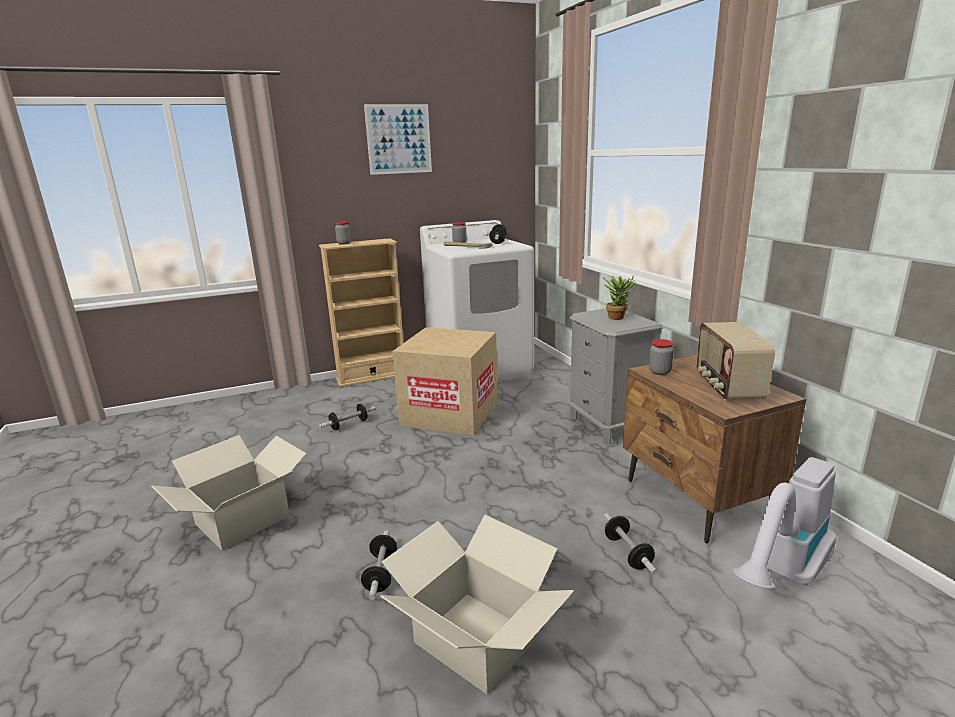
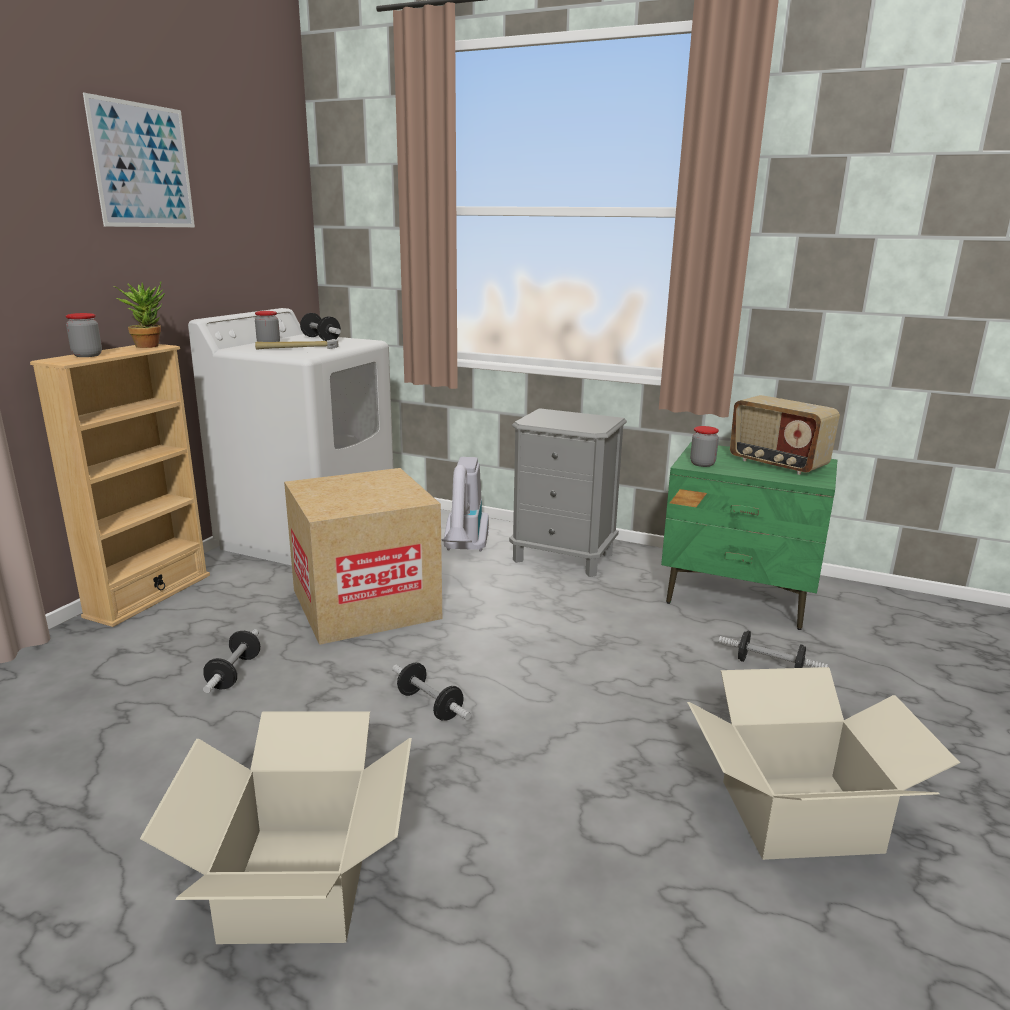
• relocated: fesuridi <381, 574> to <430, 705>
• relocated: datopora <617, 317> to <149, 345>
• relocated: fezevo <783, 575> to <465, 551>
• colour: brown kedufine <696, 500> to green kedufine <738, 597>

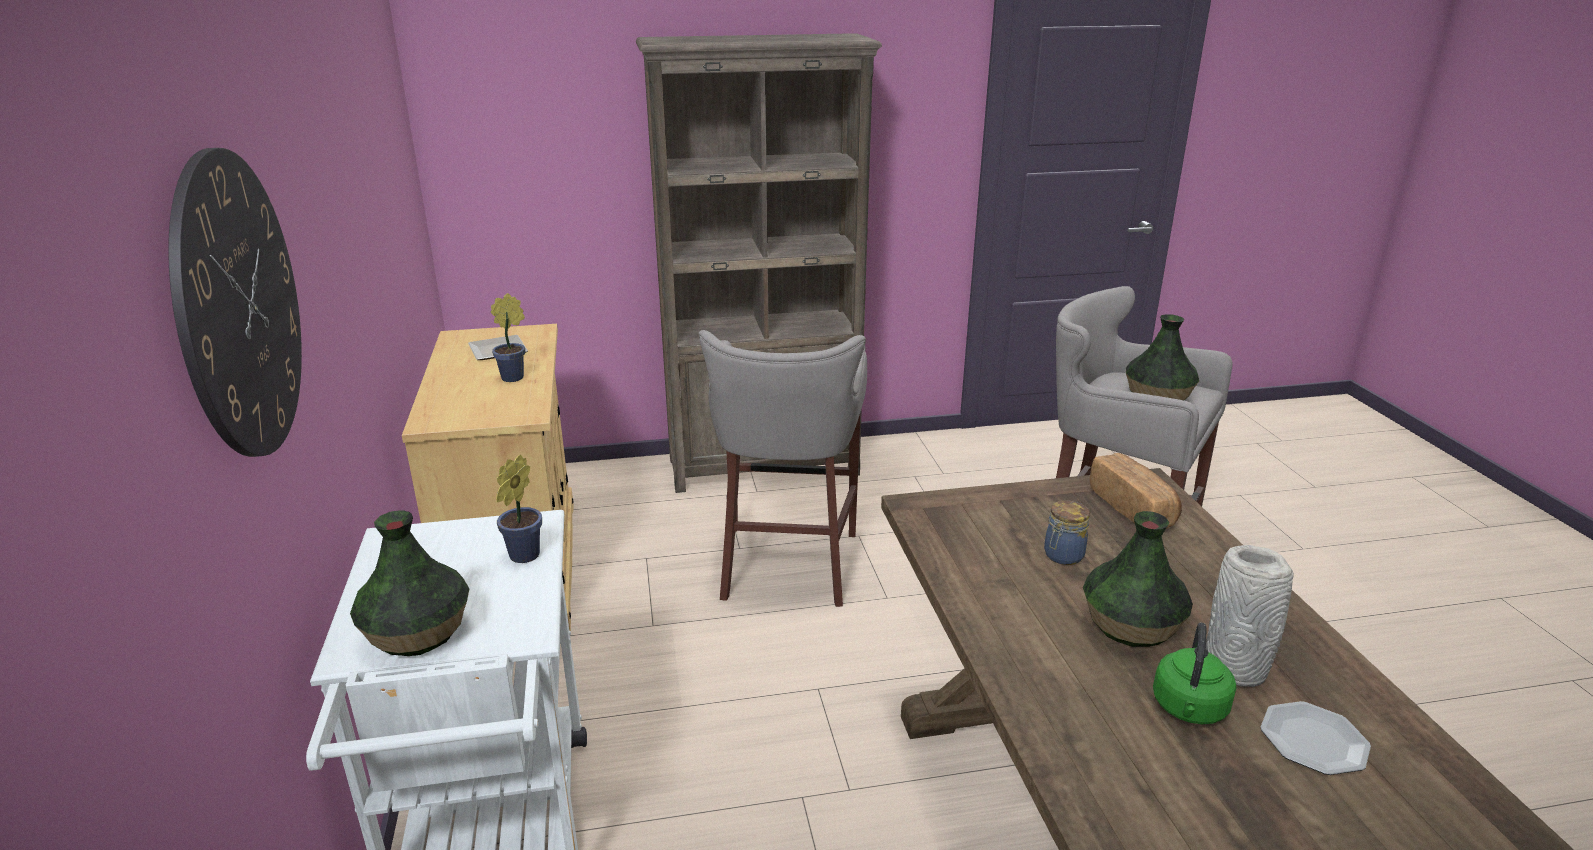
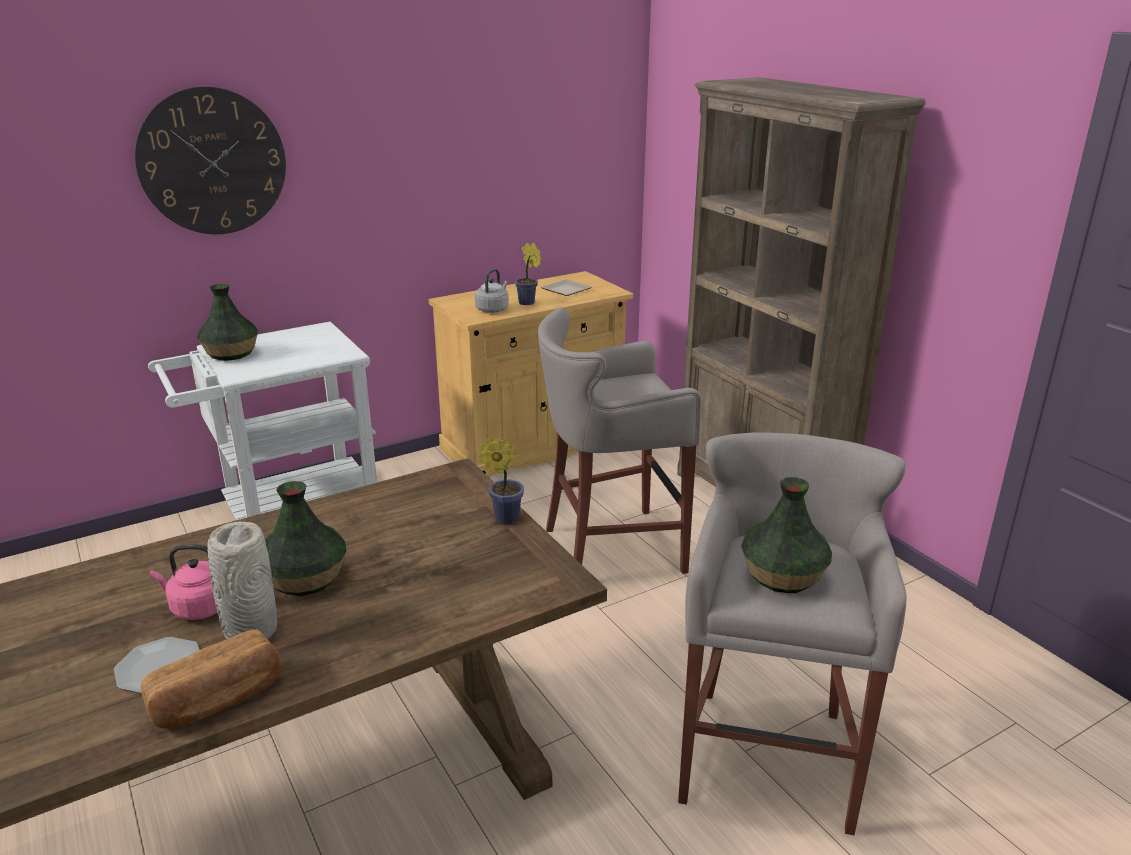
• missing: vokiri <1062, 556>
• appeared: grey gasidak <493, 309>
• relocated: datopora <521, 557> to <503, 518>
• relocated: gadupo <1133, 508> to <218, 700>
• colour: green gasidak <1189, 709> to pink gasidak <198, 607>

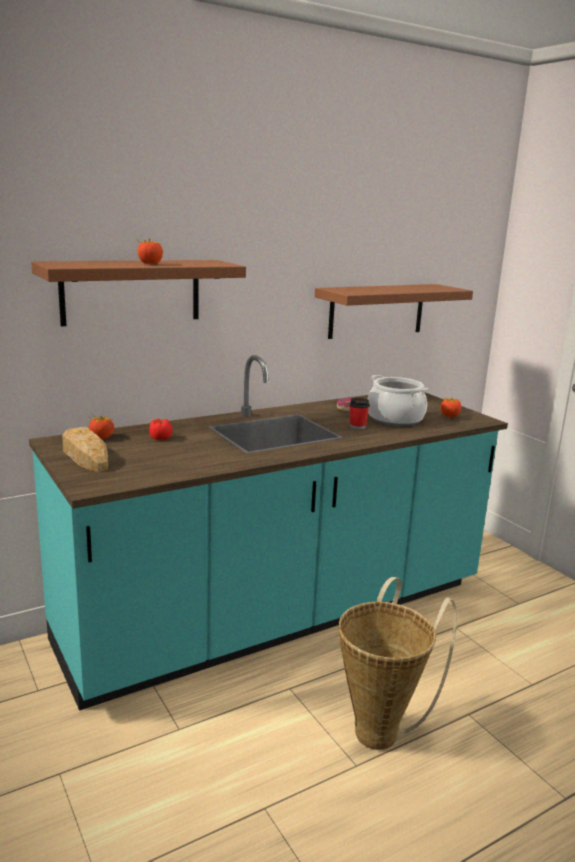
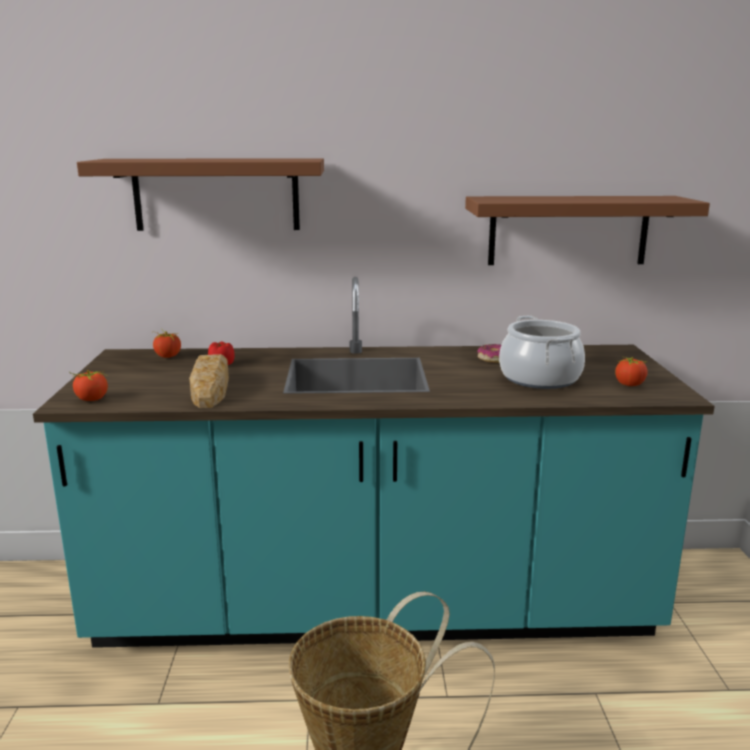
• missing: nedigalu <357, 427>
• relocated: gadupo <85, 456> to <210, 389>
• relocated: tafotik <150, 263> to <91, 399>

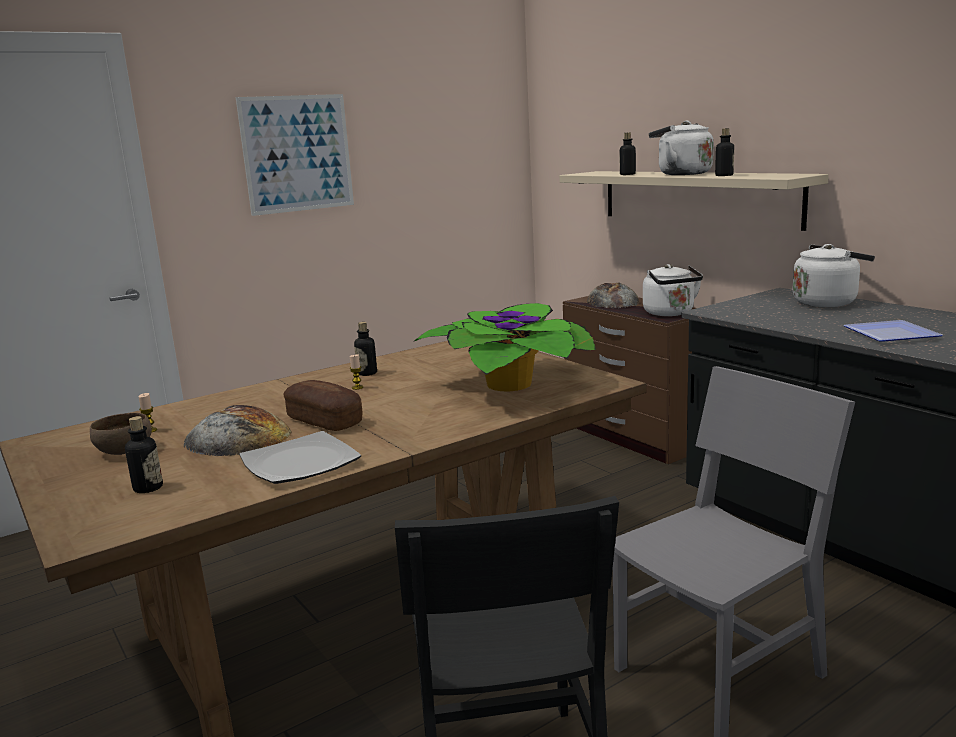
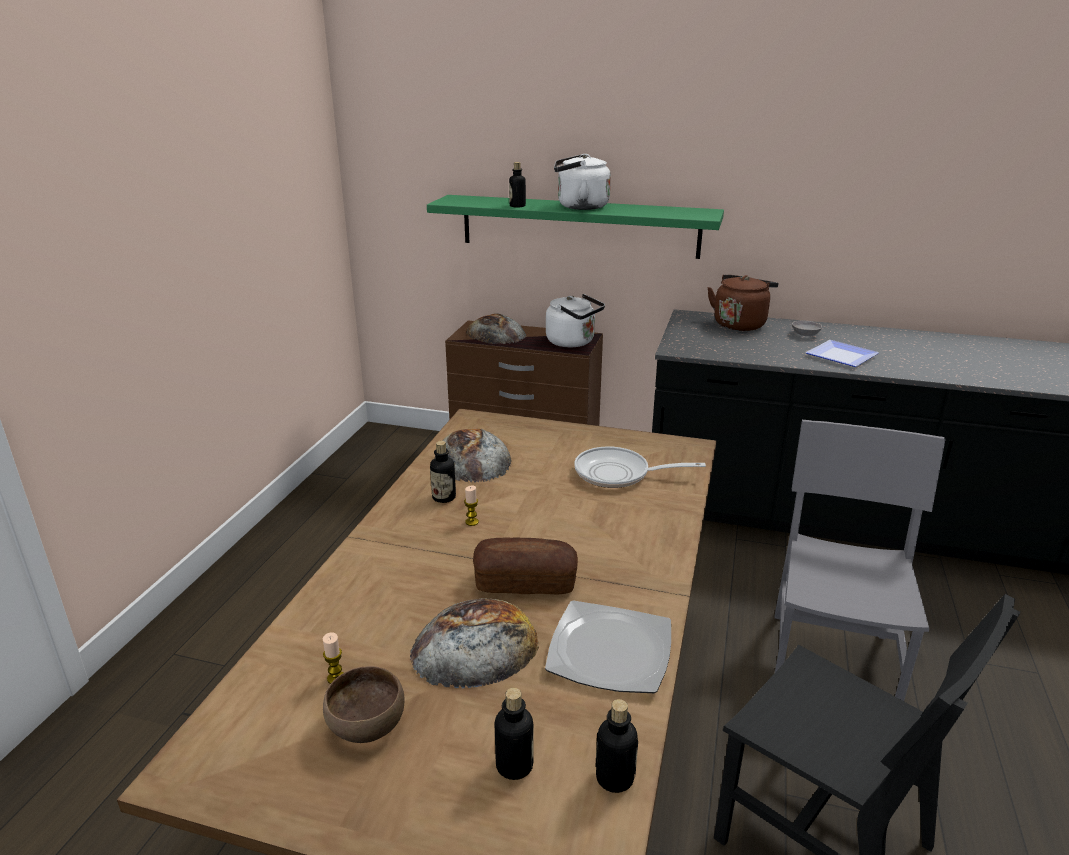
• missing: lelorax <297, 153>
• appeared: gadupo <472, 459>
• appeared: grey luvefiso <805, 335>
• relocated: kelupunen <724, 175> to <614, 778>
• exchanged: datopora <512, 385> to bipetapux <618, 474>
• colour: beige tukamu <696, 197> to green tukamu <579, 226>
• colour: white gasidak <827, 302> to brown gasidak <740, 324>

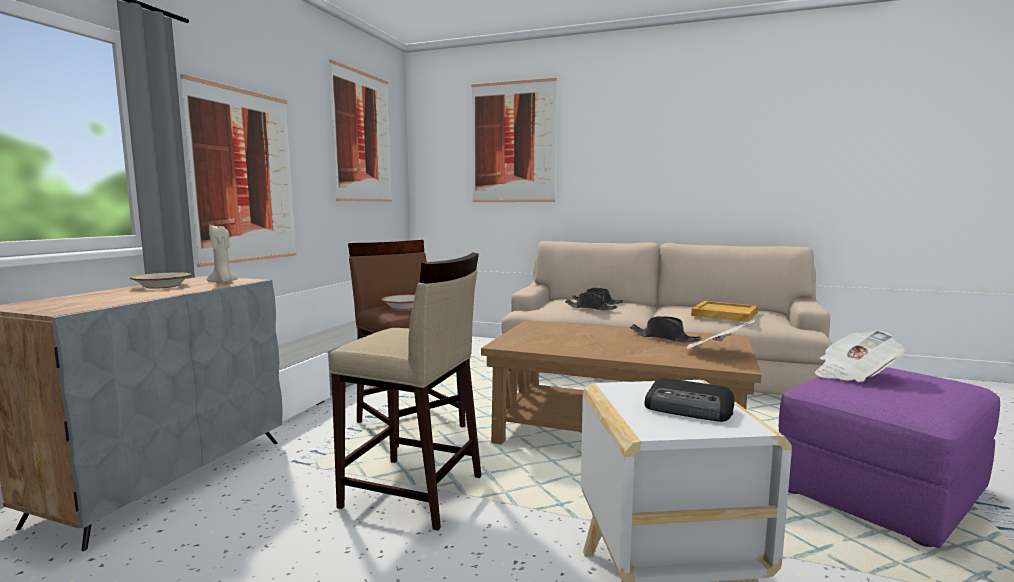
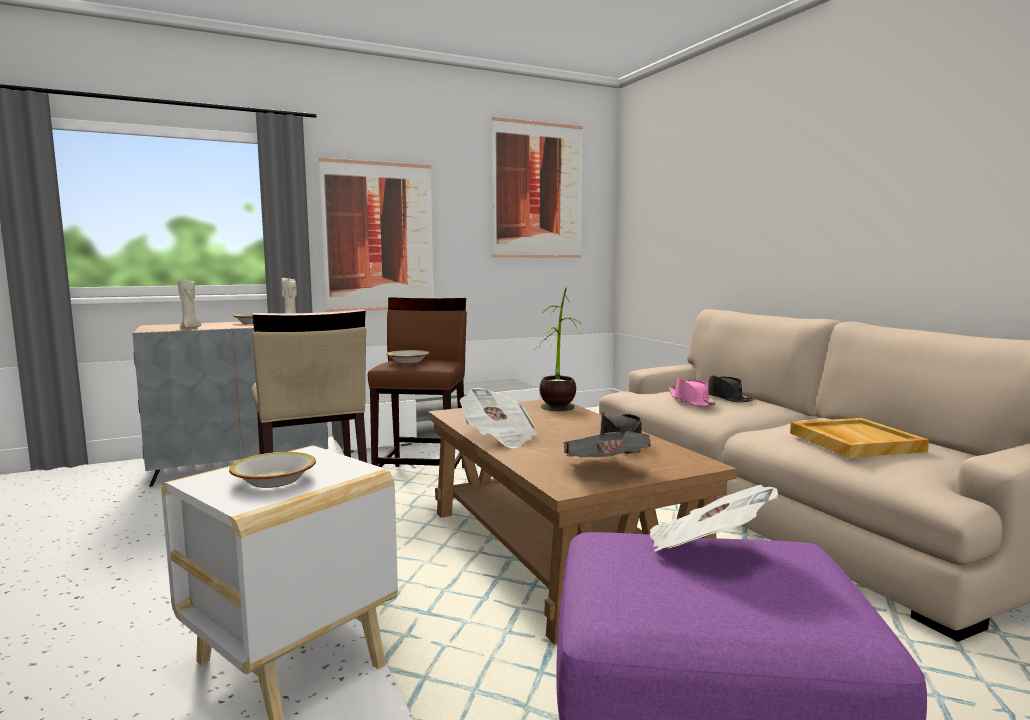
• missing: lelorax <513, 142>
• appeared: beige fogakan <190, 328>
• appeared: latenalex <499, 438>
• appeared: datopora <558, 412>
• exchanged: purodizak <689, 408> to luvefiso <274, 480>
• colour: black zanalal <591, 308> to pink zanalal <691, 401>

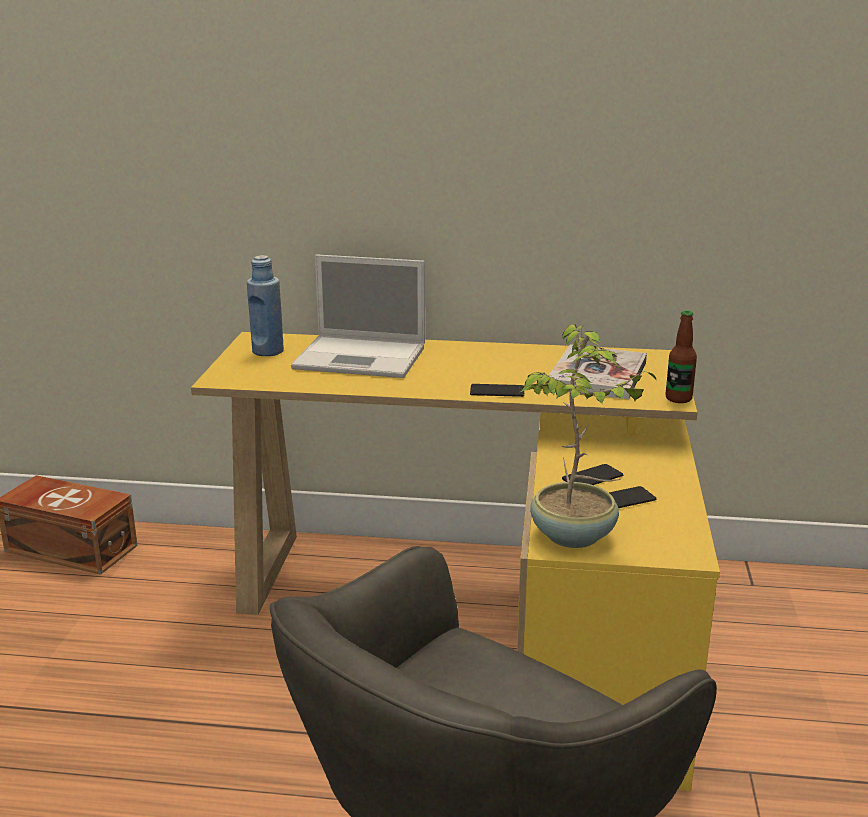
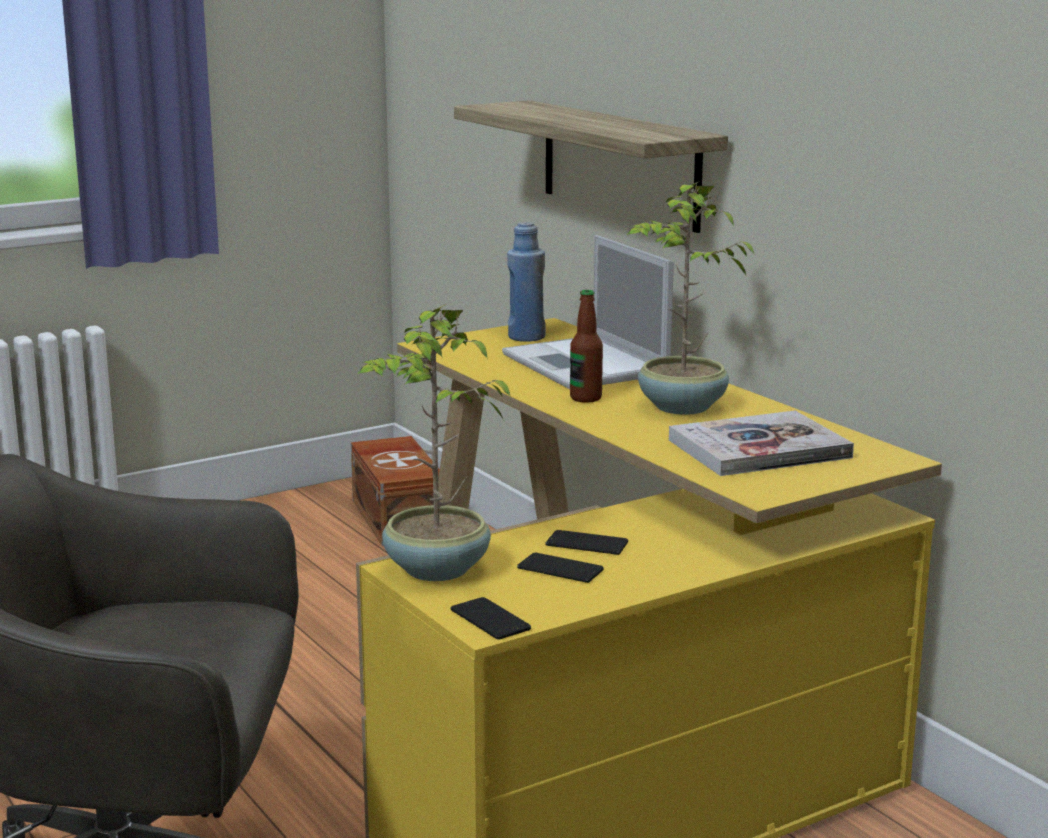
• appeared: tukamu <620, 164>
• appeared: datopora <681, 408>
• relocated: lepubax <497, 391> to <490, 620>
• relocated: kelupunen <678, 398> to <585, 398>

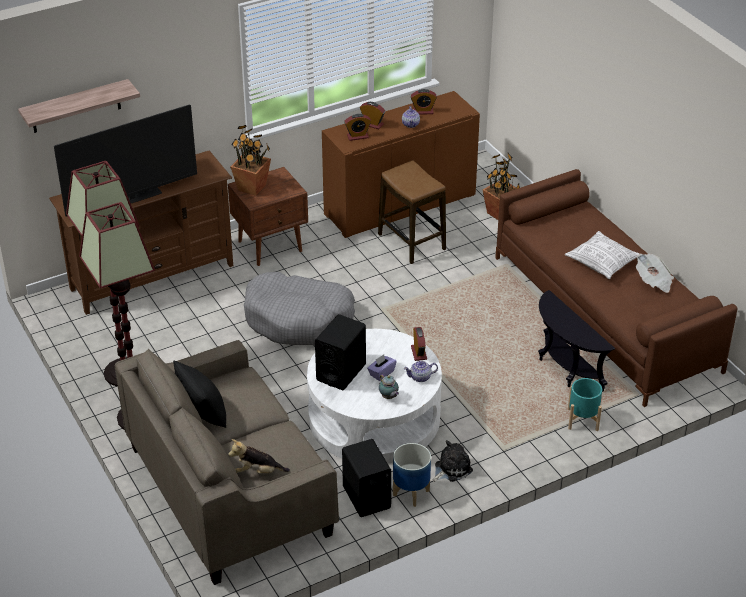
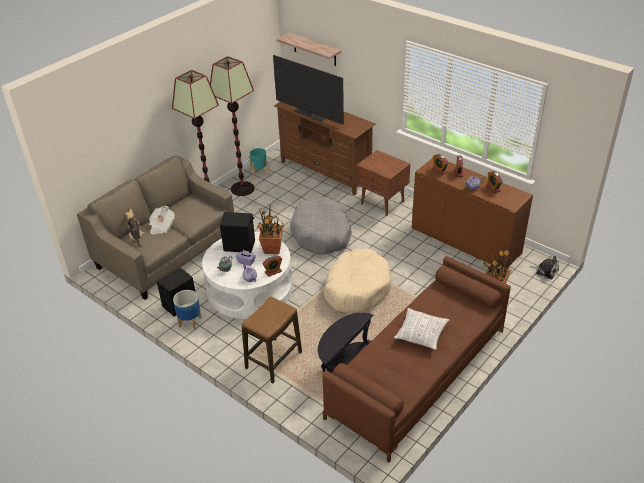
• missing: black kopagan <203, 413>
• appeared: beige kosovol <357, 288>
• relocated: datopora <252, 187> to <272, 249>
• relocated: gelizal <412, 242> to <273, 360>
• relocated: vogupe <451, 469> to <545, 271>
• relocated: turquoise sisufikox <583, 420> to <259, 172>
• relocated: latenalex <653, 281> to <161, 226>

